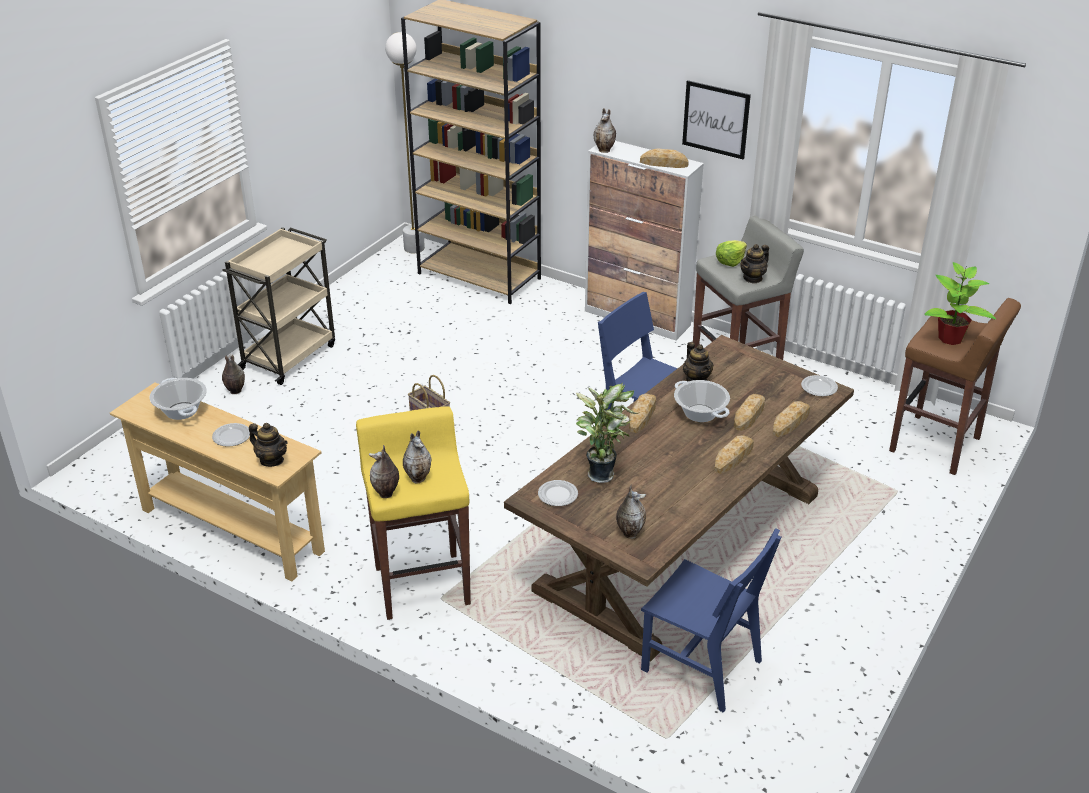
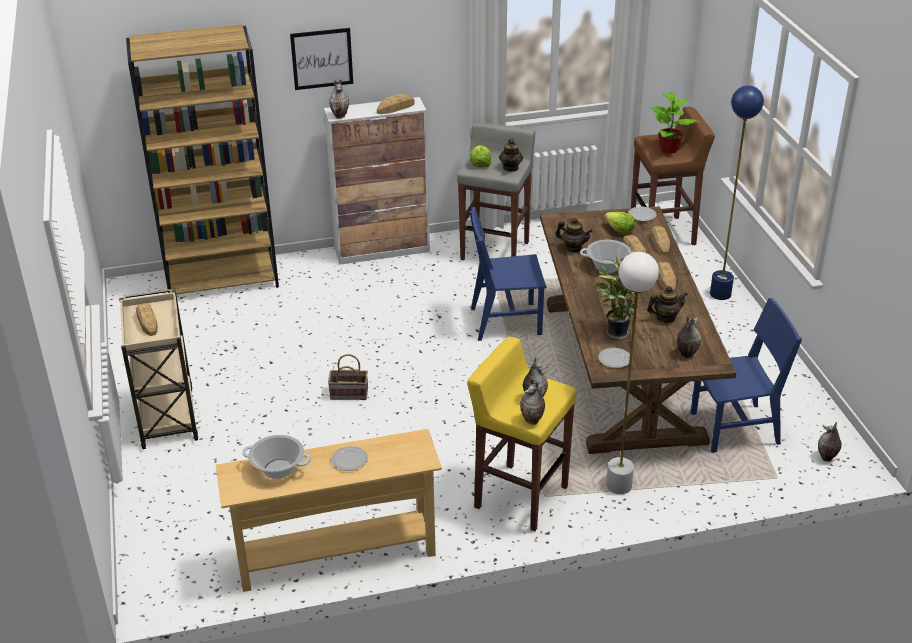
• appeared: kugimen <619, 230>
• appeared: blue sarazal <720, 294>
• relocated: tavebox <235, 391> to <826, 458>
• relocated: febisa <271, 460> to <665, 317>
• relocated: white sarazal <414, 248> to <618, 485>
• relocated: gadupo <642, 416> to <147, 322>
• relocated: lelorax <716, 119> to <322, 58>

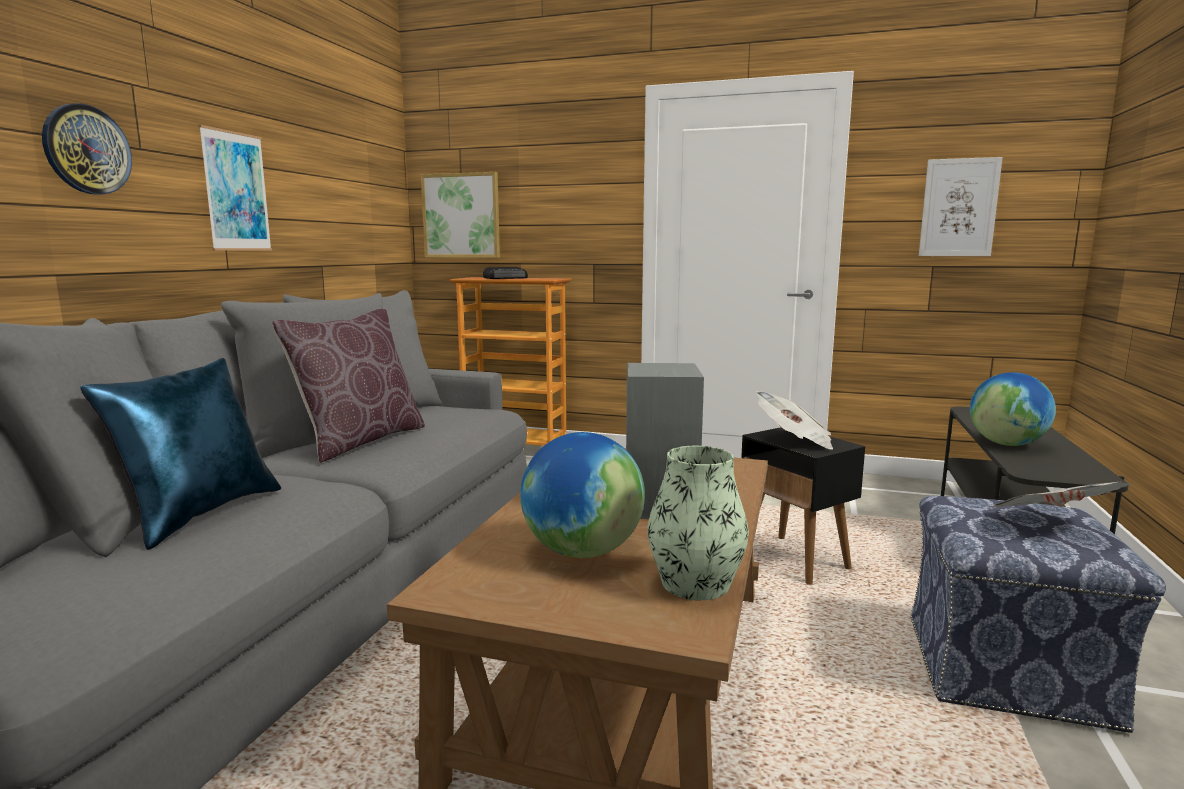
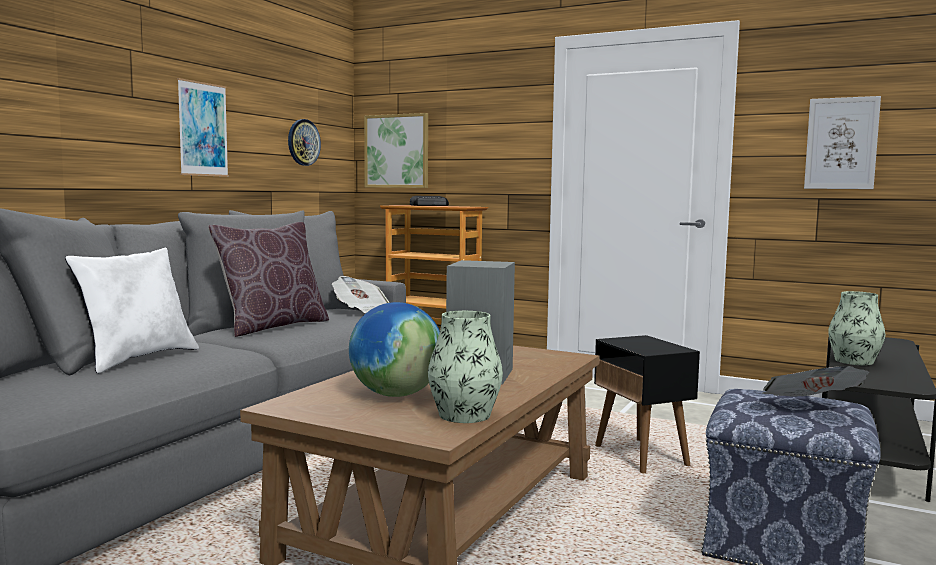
• relocated: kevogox <87, 150> to <303, 142>
• relocated: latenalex <794, 441> to <362, 312>
• exchanged: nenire <1007, 444> to tavebox <854, 361>
• colour: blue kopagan <200, 514> to white kopagan <138, 359>

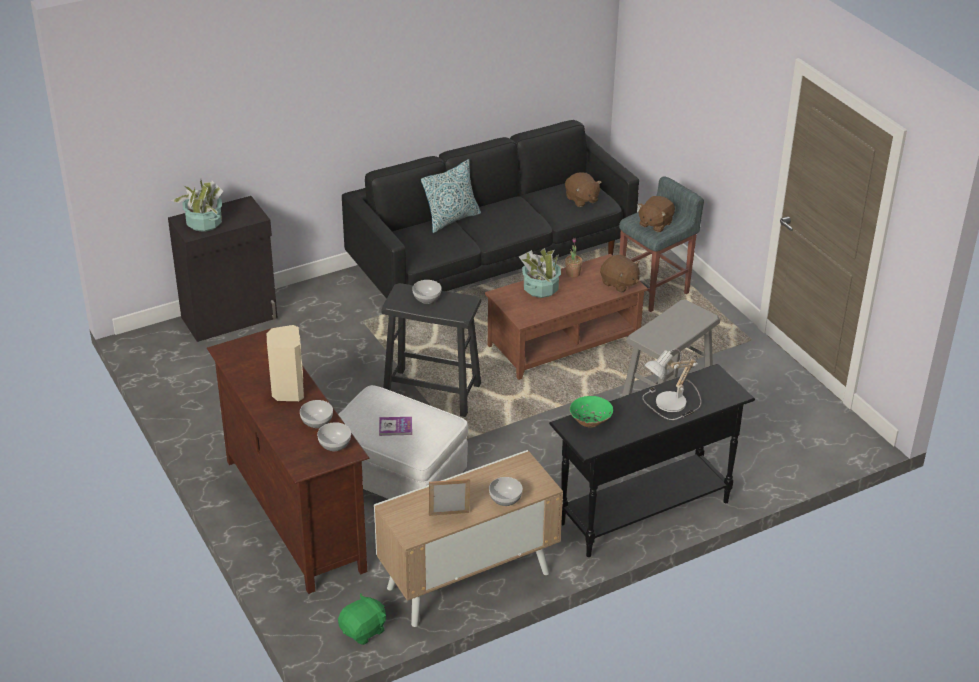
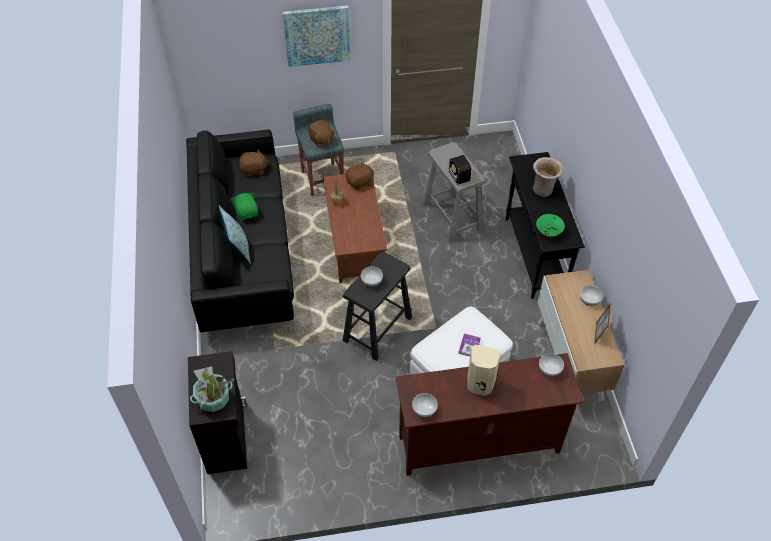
• missing: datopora <540, 289>
• appeared: lelorax <317, 35>
• appeared: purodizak <457, 170>
• relocated: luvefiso <317, 422> to <424, 409>
• relocated: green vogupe <363, 631> to <247, 213>
• exchanged: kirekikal <671, 405> to beige tavebox <543, 189>

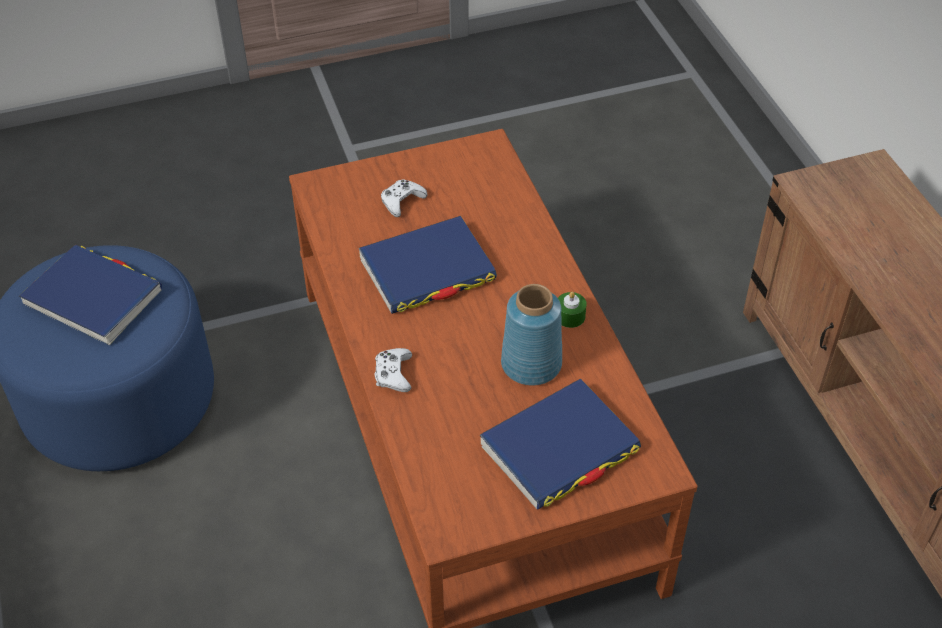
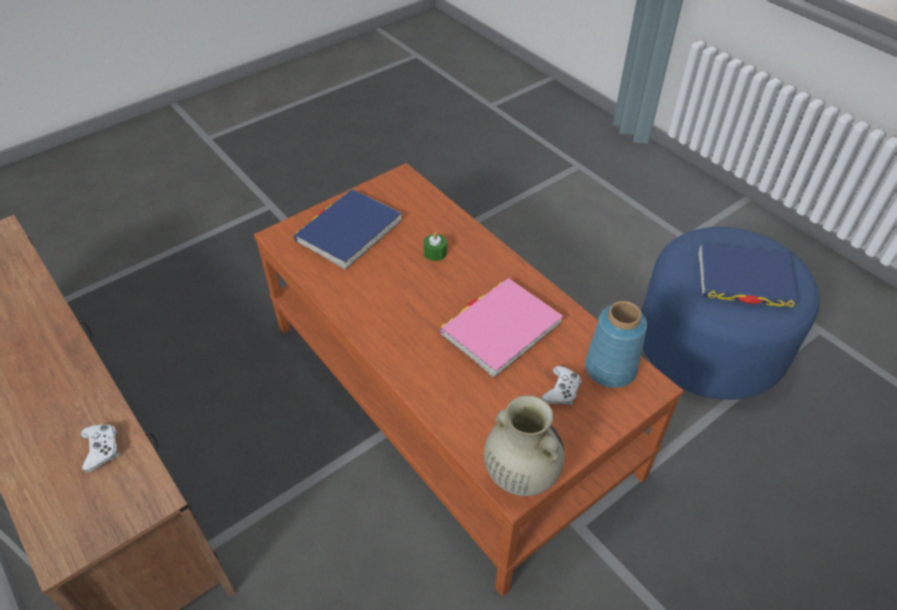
• appeared: beige tavebox <520, 474>
• relocated: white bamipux <393, 374> to <101, 449>
• relocated: blue tavebox <530, 363> to <611, 368>
• relocated: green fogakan <570, 316> to <435, 252>
• colour: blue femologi <427, 270> to pink femologi <501, 329>

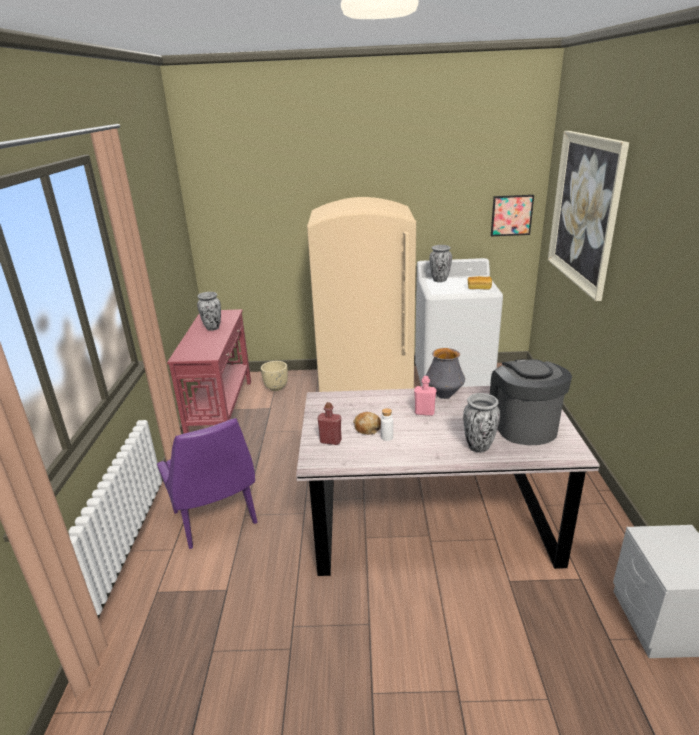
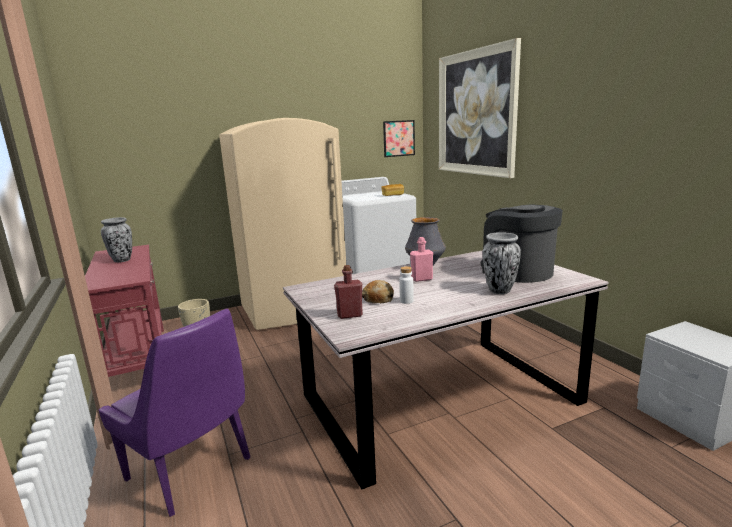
• missing: tavebox <439, 280>

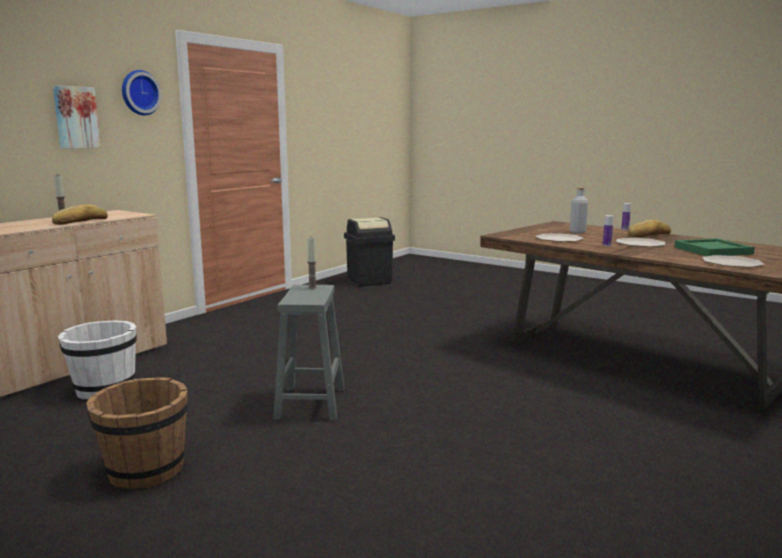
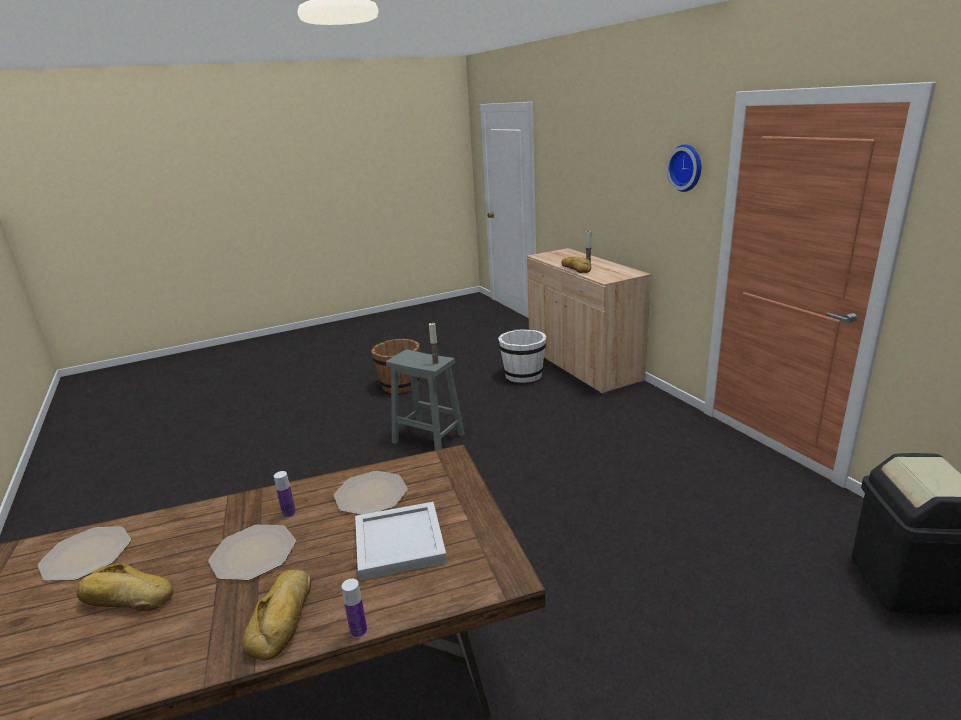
• missing: lelorax <75, 117>
• exchanged: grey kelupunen <577, 232> to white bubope <398, 544>
• exchanged: green bubope <712, 251> to gadupo <126, 598>

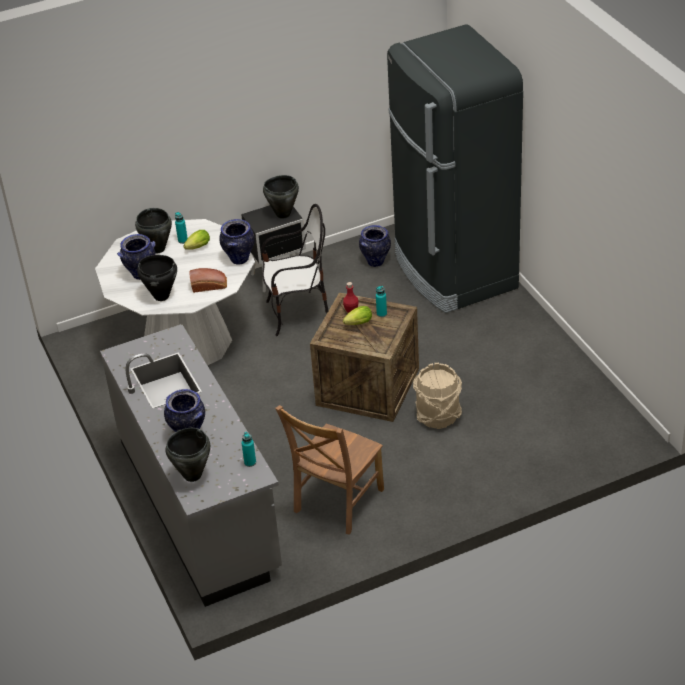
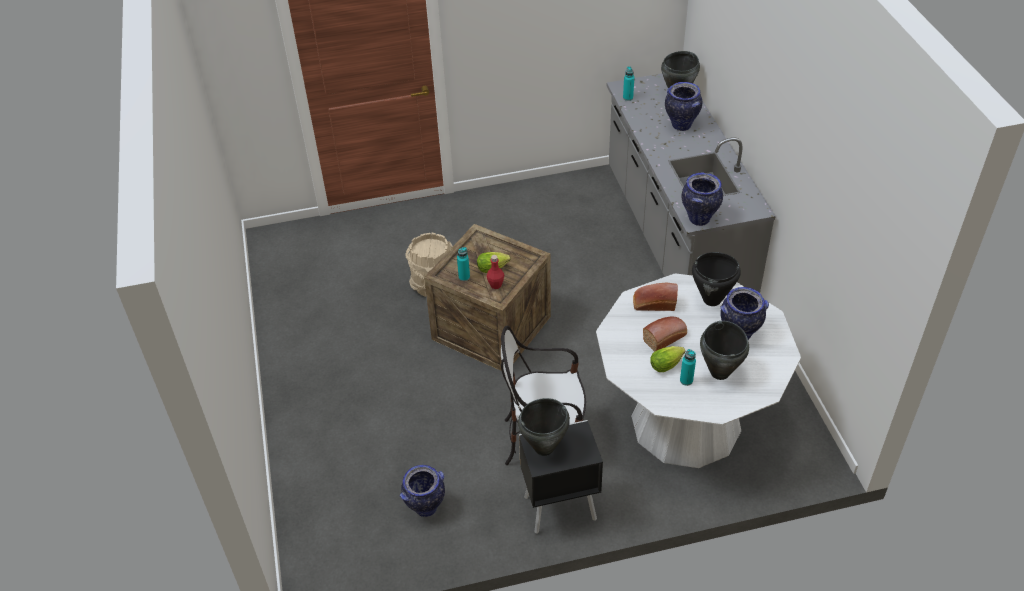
• missing: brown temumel <336, 503>
• missing: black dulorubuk <454, 272>
• appeared: gadupo <665, 338>
• relocated: tavebox <239, 260> to <699, 218>

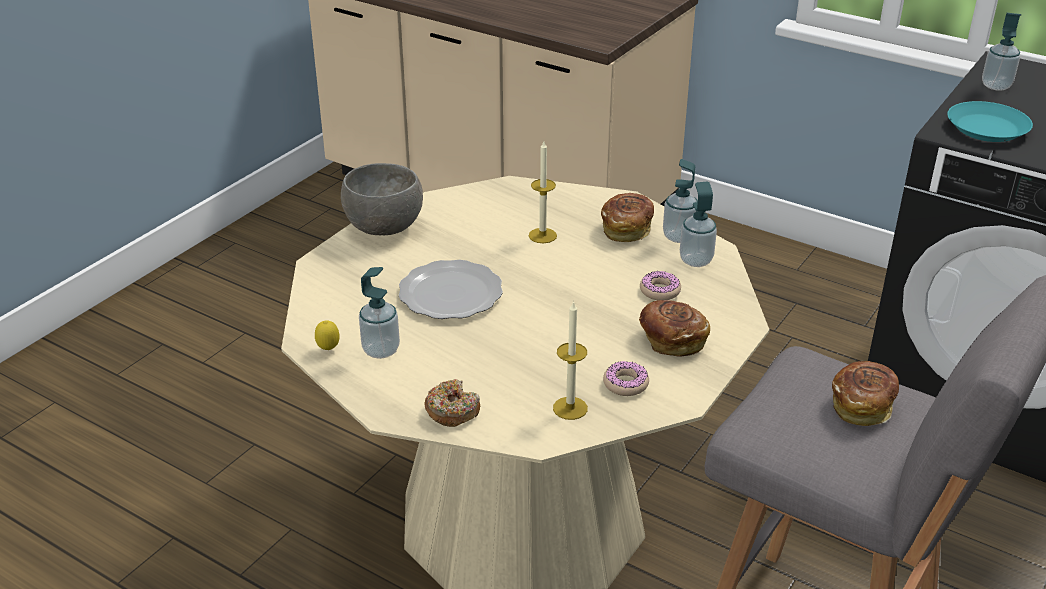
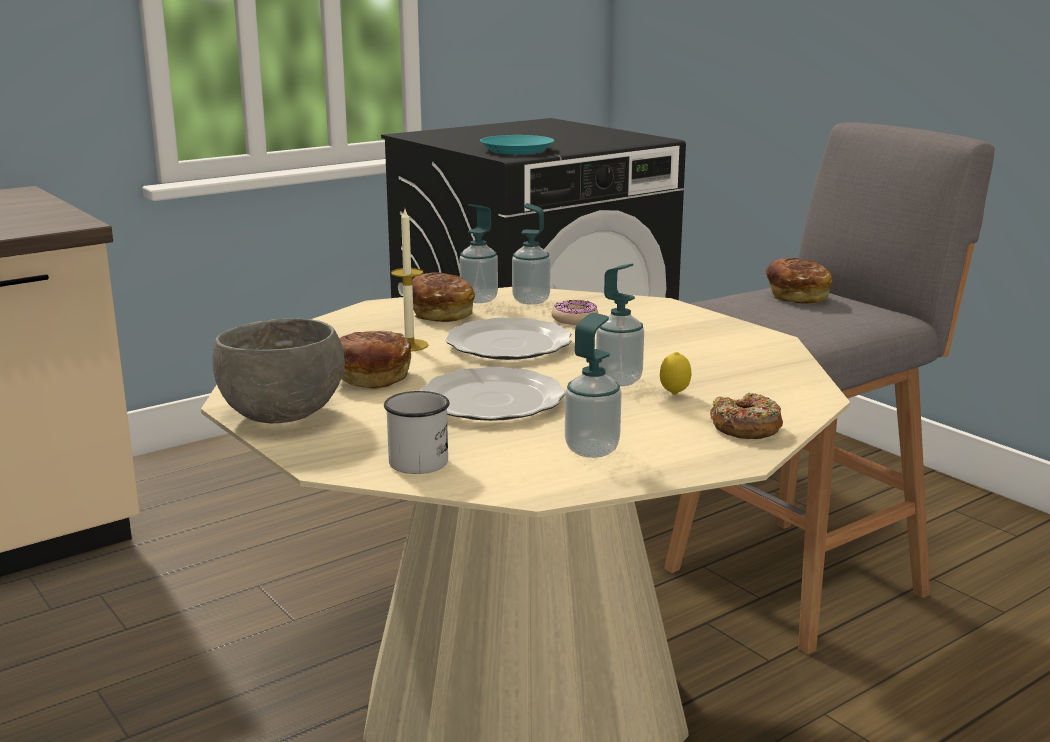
• missing: fogakan <570, 408>
• missing: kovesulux <625, 384>
• appeared: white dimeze <419, 458>
• appeared: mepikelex <508, 344>
• relocated: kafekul <328, 349> to <674, 394>
• relocated: gadupo <671, 340> to <370, 378>
• relocated: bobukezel <996, 86> to <618, 380>

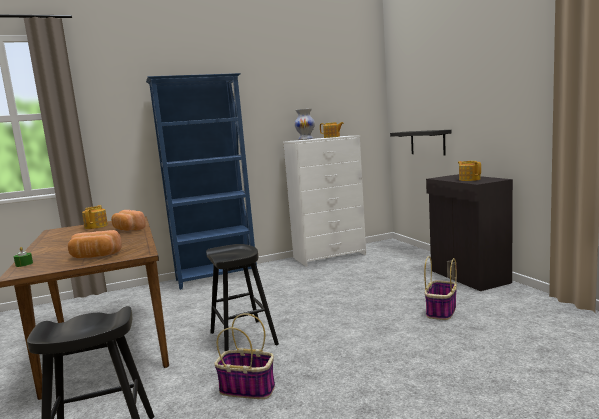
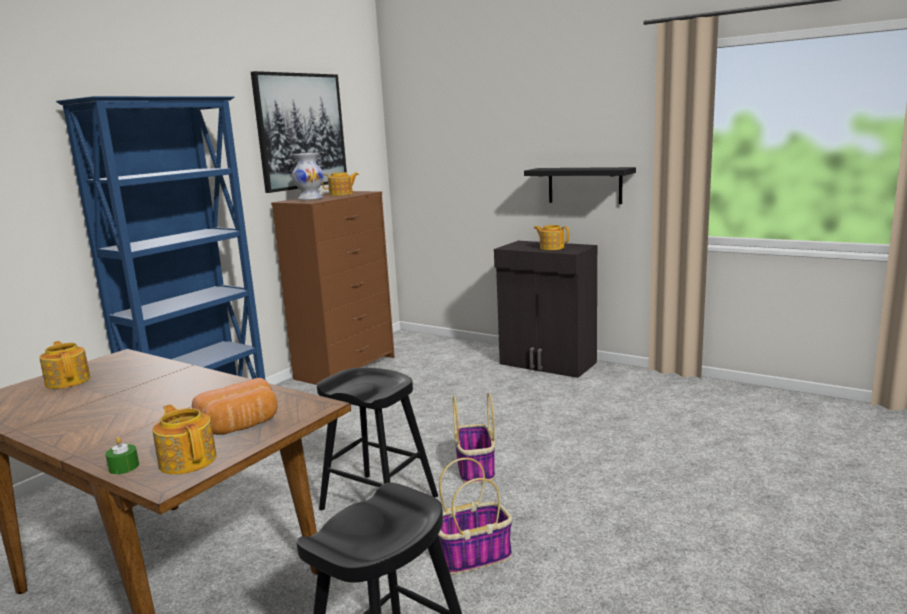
• missing: gadupo <128, 229>
• appeared: febisa <188, 460>
• appeared: lelorax <301, 131>
• relocated: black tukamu <427, 142> to <584, 185>
• relocated: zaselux <441, 311> to <476, 469>
• colour: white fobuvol <330, 256> to brown fobuvol <346, 367>

